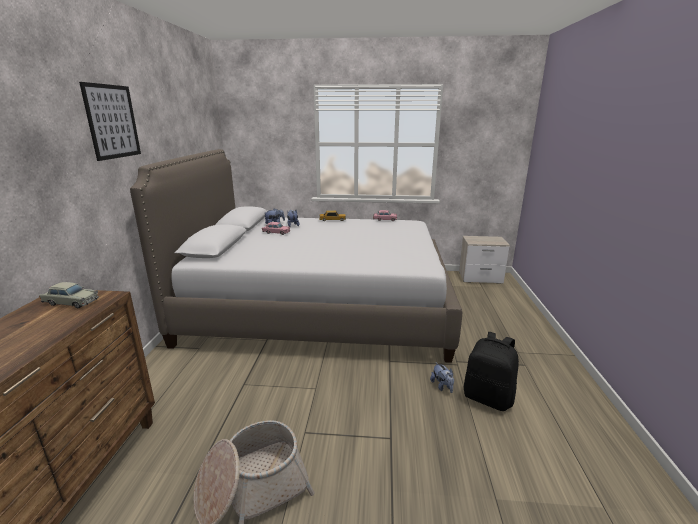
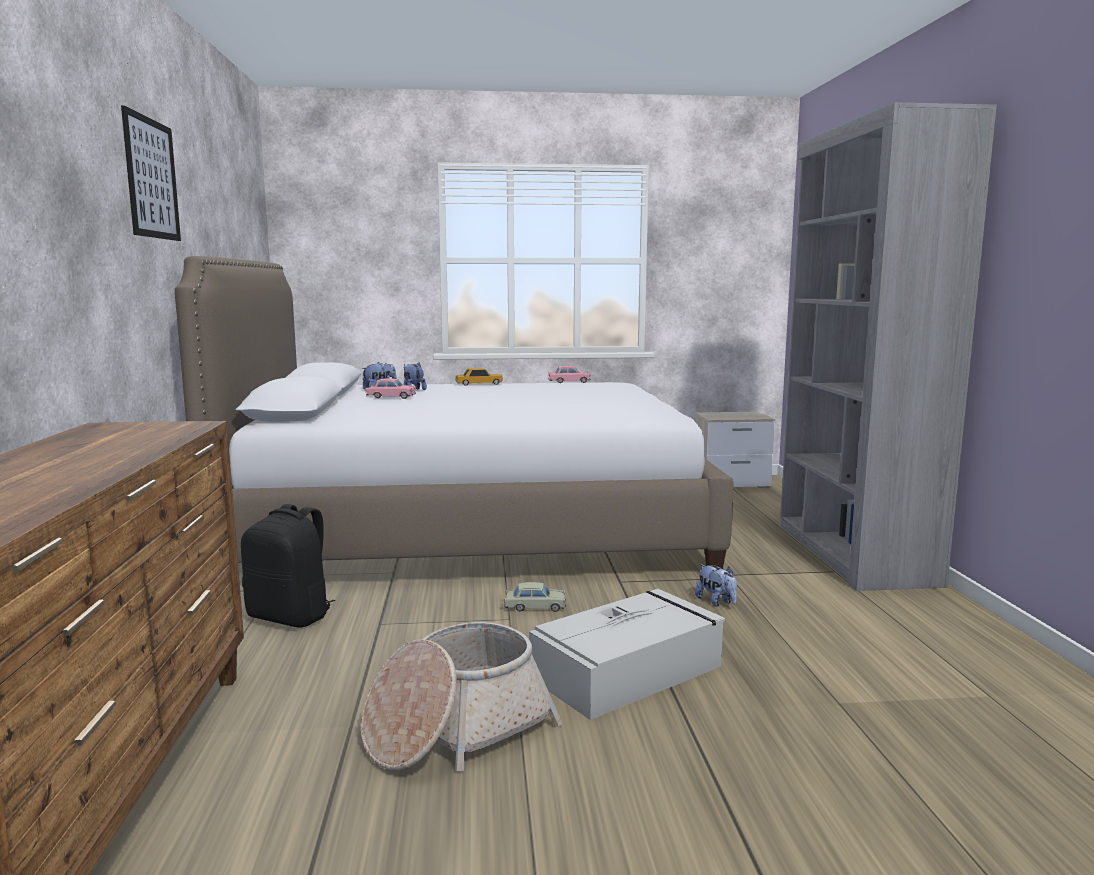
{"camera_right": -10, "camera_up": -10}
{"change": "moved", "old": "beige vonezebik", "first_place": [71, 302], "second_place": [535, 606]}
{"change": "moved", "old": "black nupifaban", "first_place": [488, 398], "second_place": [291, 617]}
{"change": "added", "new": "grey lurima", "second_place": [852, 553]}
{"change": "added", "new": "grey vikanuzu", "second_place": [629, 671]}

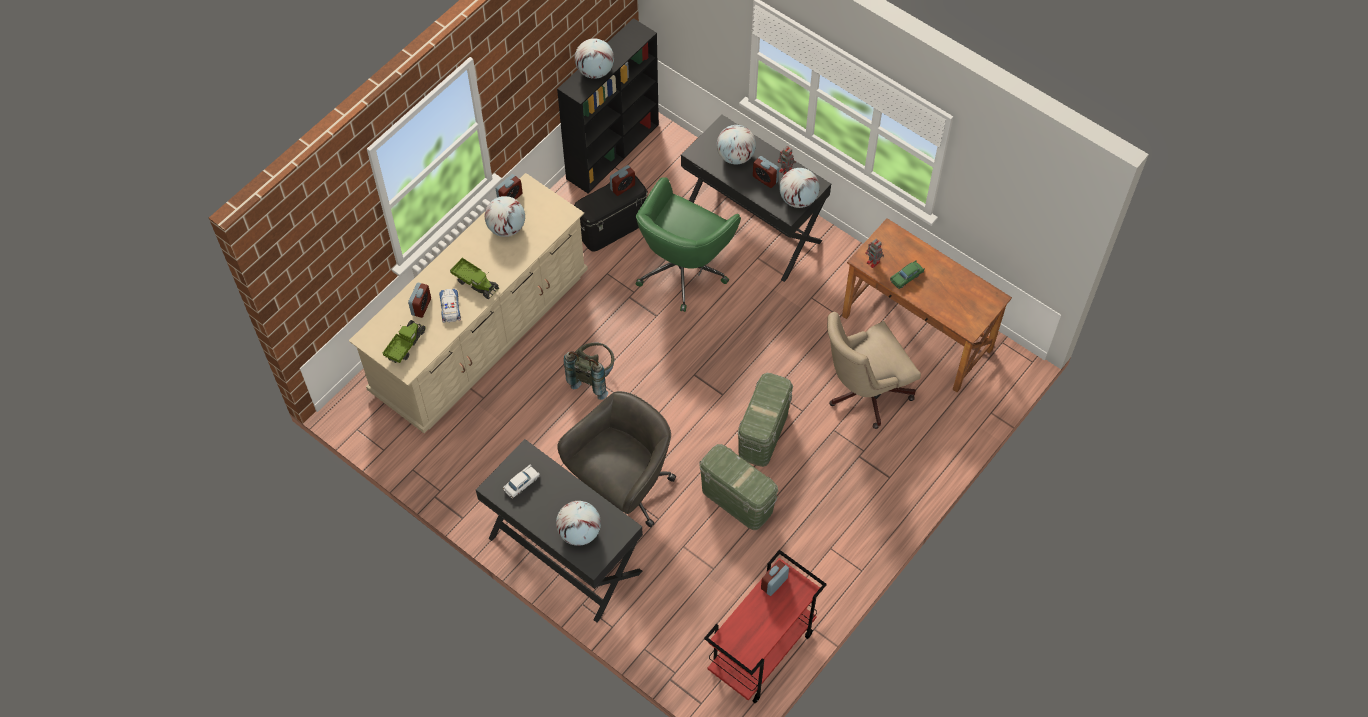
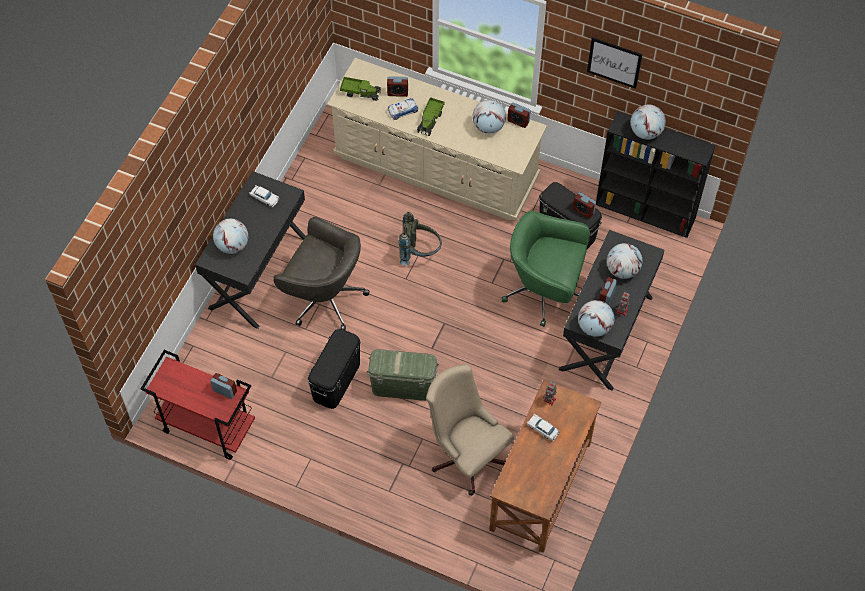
{"camera_right": 75, "camera_up": 0}
{"change": "recoloured", "old": "green vonezebik", "new": "white vonezebik", "first_place": [906, 277], "second_place": [542, 429]}
{"change": "recoloured", "old": "green vikanuzu", "new": "black vikanuzu", "first_place": [737, 500], "second_place": [336, 380]}
{"change": "added", "new": "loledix", "second_place": [614, 62]}

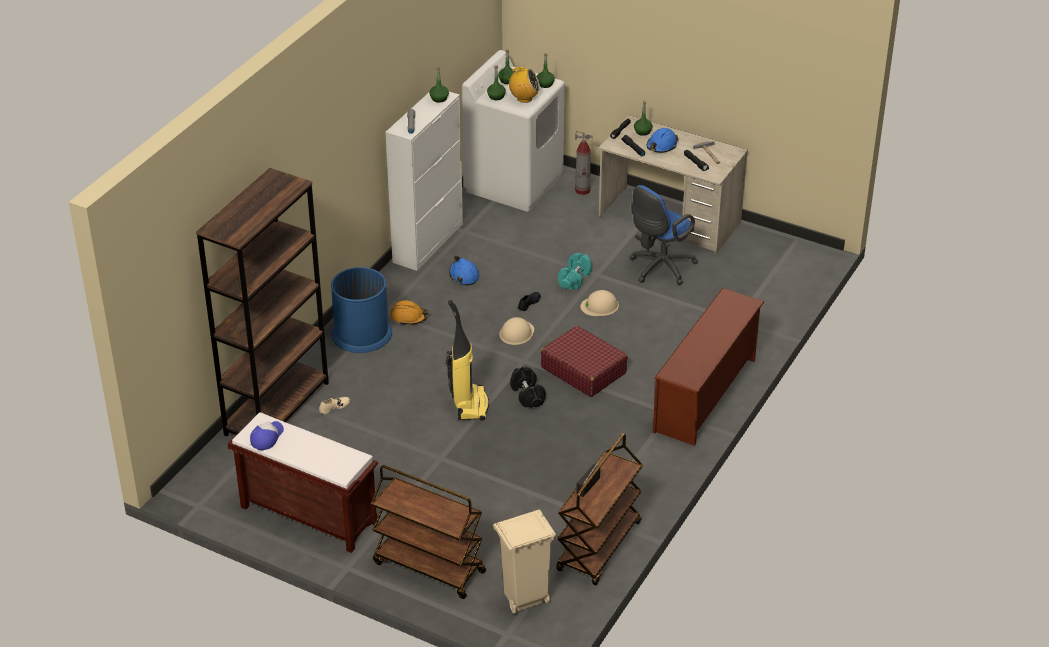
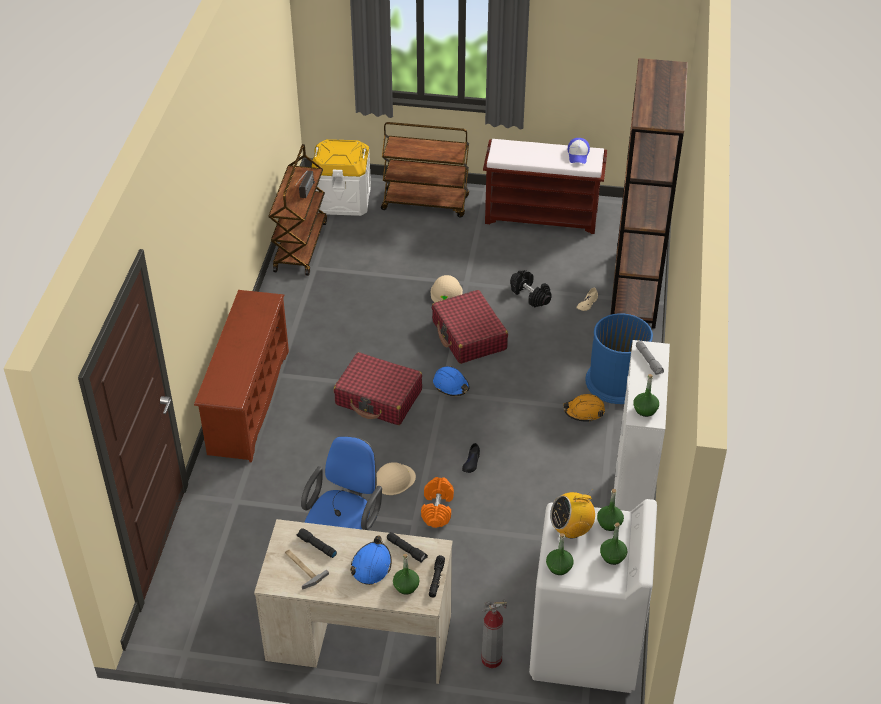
{"camera_right": 160, "camera_up": 5}
{"change": "recoloured", "old": "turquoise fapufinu", "new": "orange fapufinu", "first_place": [574, 279], "second_place": [437, 509]}
{"change": "moved", "old": "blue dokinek", "first_place": [464, 275], "second_place": [451, 385]}
{"change": "replaced", "old": "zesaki", "new": "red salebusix", "first_place": [469, 404], "second_place": [469, 336]}
{"change": "moved", "old": "beige dokinek", "first_place": [516, 333], "second_place": [446, 292]}
{"change": "moved", "old": "black fapufinu", "first_place": [527, 395], "second_place": [530, 295]}
{"change": "replaced", "old": "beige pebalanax", "new": "white vikanuzu", "first_place": [524, 599], "second_place": [342, 199]}

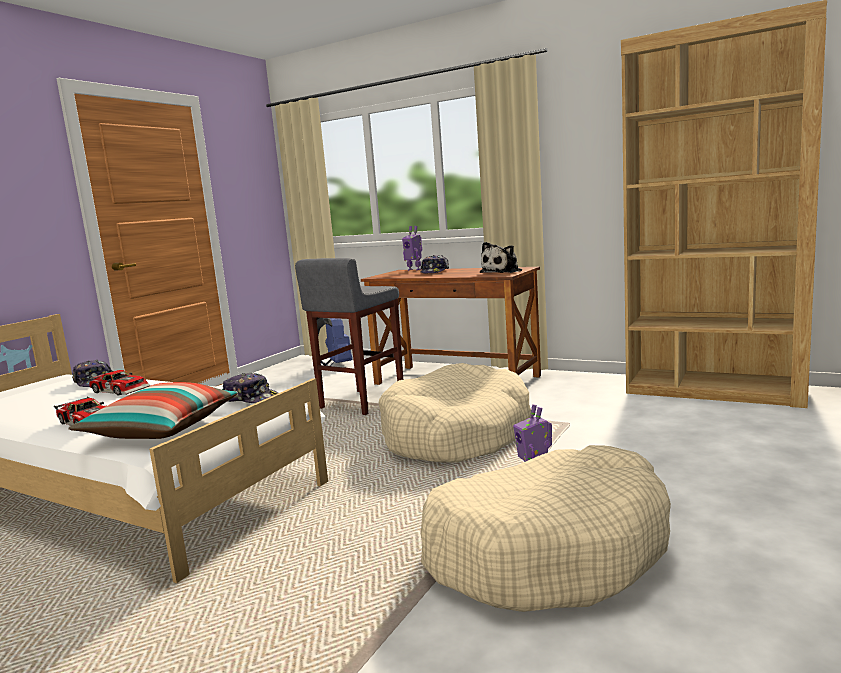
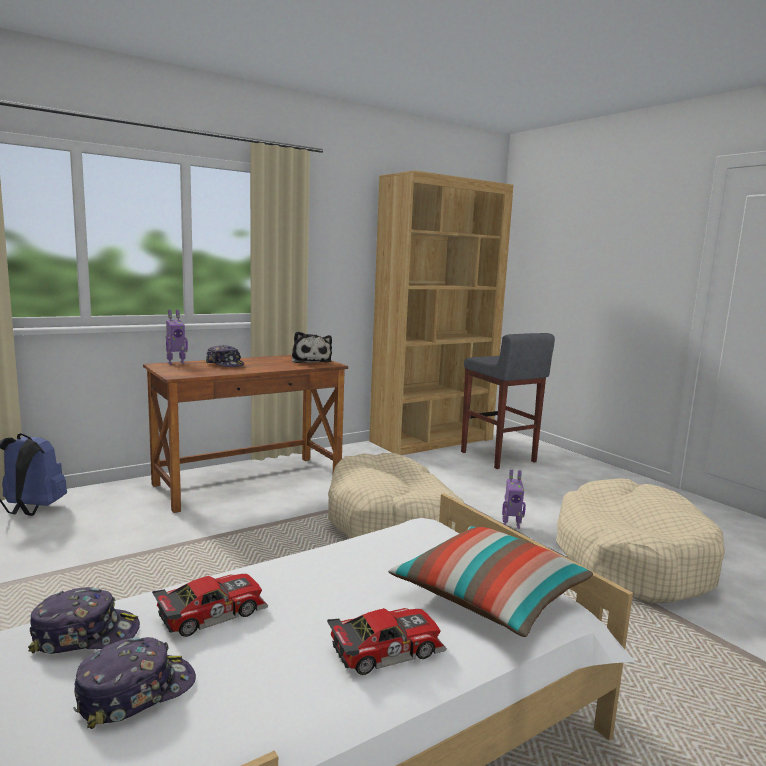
{"camera_right": -65, "camera_up": 0}
{"change": "moved", "old": "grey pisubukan", "first_place": [360, 402], "second_place": [498, 457]}
{"change": "moved", "old": "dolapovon", "first_place": [251, 399], "second_place": [136, 692]}

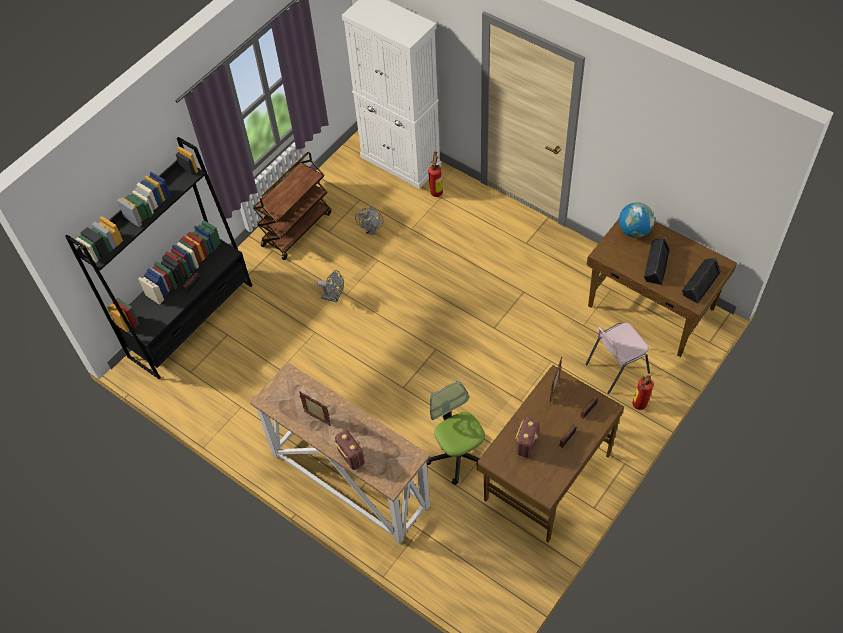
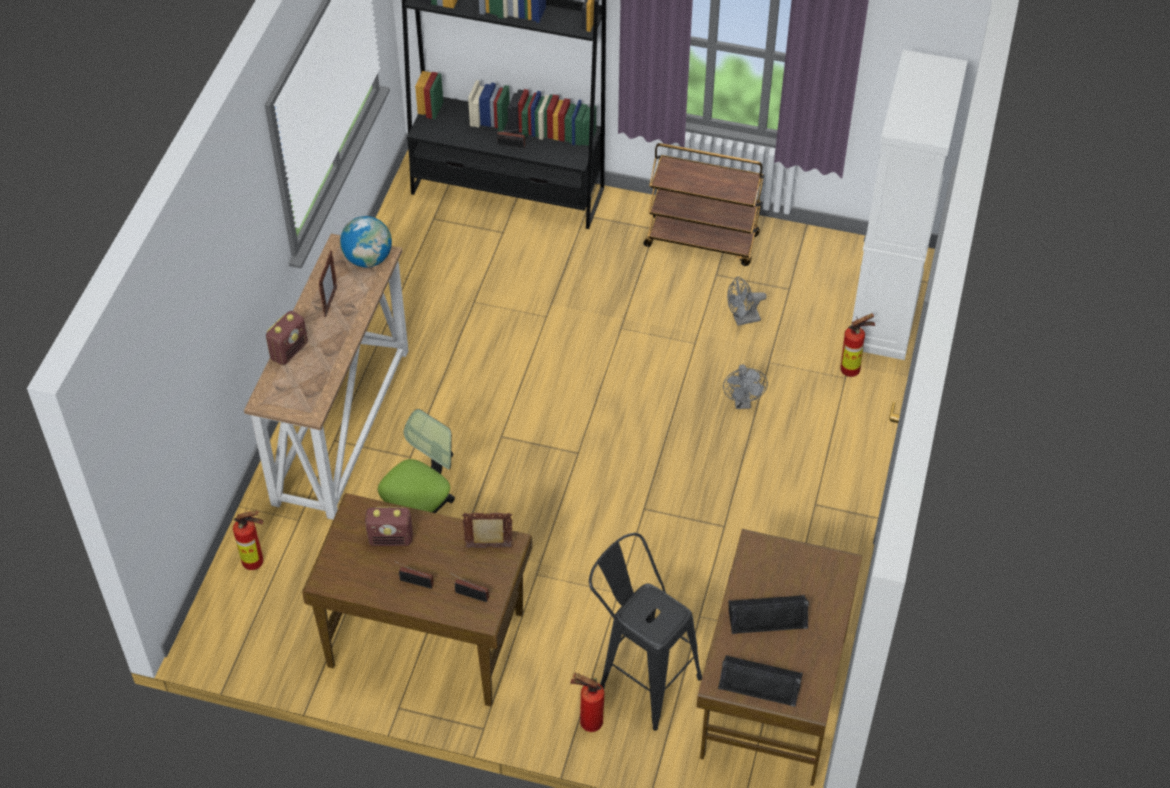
{"camera_right": 65, "camera_up": -5}
{"change": "moved", "old": "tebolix", "first_place": [634, 231], "second_place": [368, 259]}
{"change": "moved", "old": "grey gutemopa", "first_place": [334, 297], "second_place": [742, 403]}
{"change": "replaced", "old": "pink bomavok", "new": "black pisubukan", "first_place": [616, 368], "second_place": [641, 677]}
{"change": "added", "new": "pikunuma", "second_place": [256, 562]}

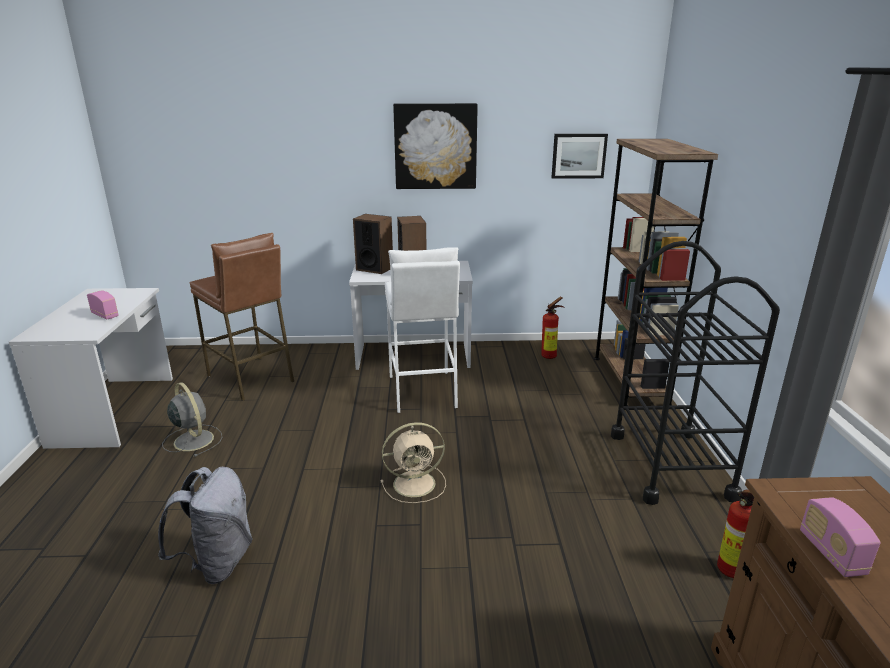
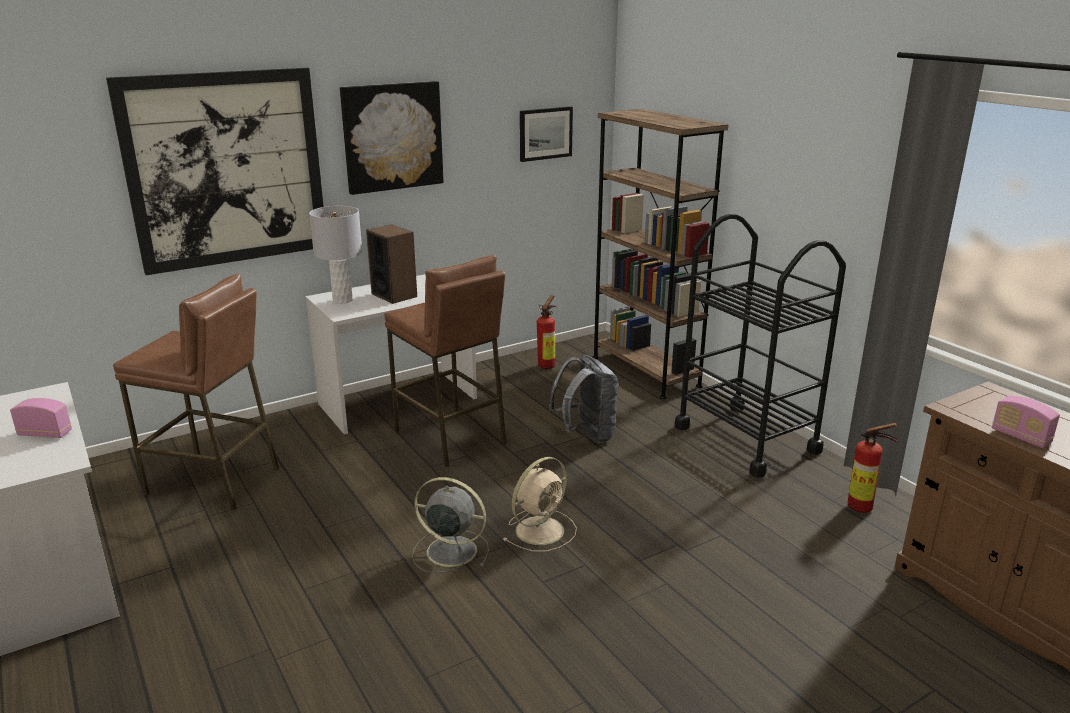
{"camera_right": -30, "camera_up": 0}
{"change": "replaced", "old": "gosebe", "new": "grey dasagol", "first_place": [374, 268], "second_place": [343, 300]}
{"change": "recoloured", "old": "white pisubukan", "new": "brown pisubukan", "first_place": [422, 391], "second_place": [450, 437]}
{"change": "moved", "old": "grey gutemopa", "first_place": [193, 439], "second_place": [449, 551]}
{"change": "moved", "old": "grey nupifaban", "first_place": [217, 563], "second_place": [586, 435]}
{"change": "added", "new": "loledix", "second_place": [226, 169]}

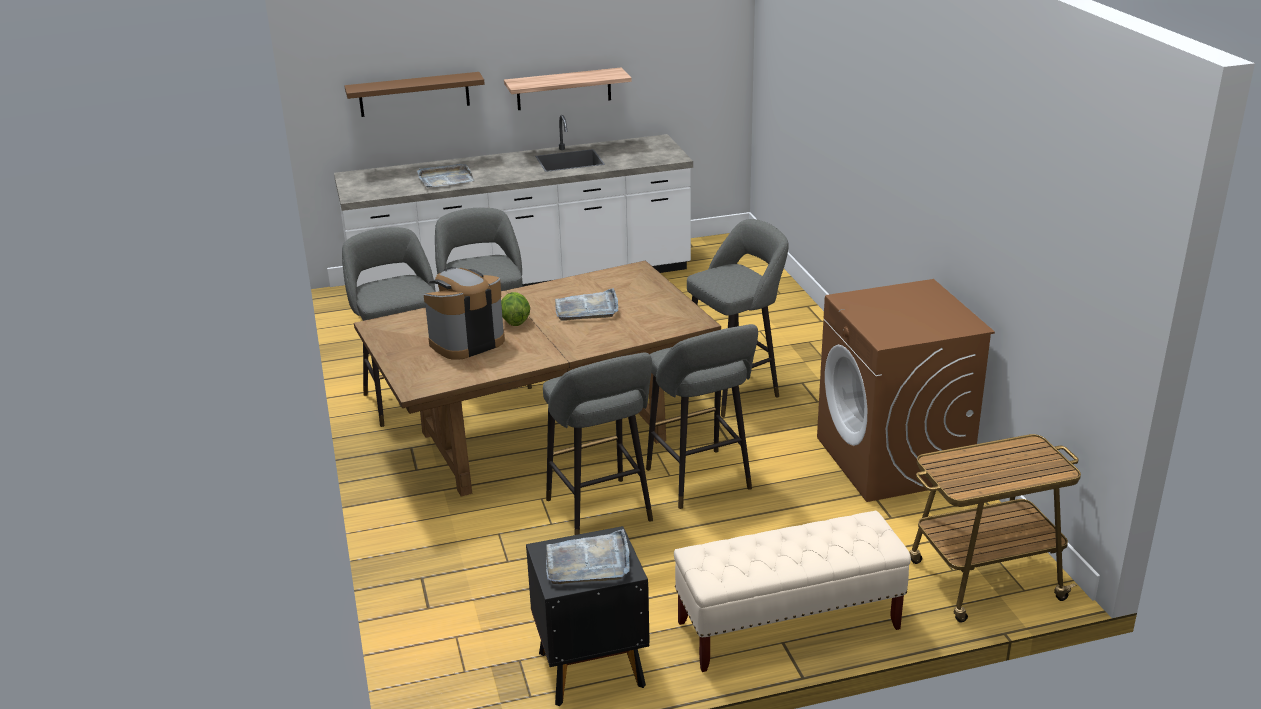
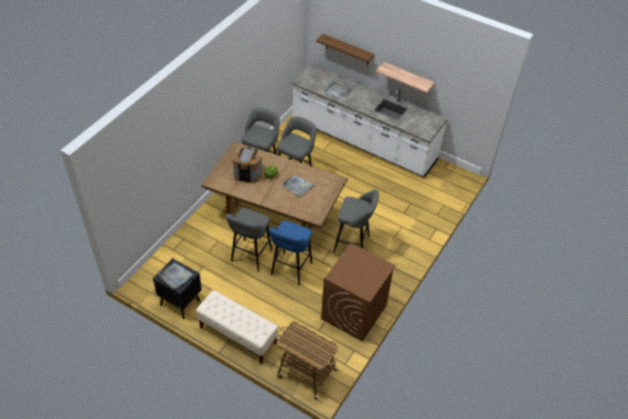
{"camera_right": 45, "camera_up": 20}
{"change": "recoloured", "old": "grey pisubukan", "new": "blue pisubukan", "first_place": [701, 482], "second_place": [290, 270]}

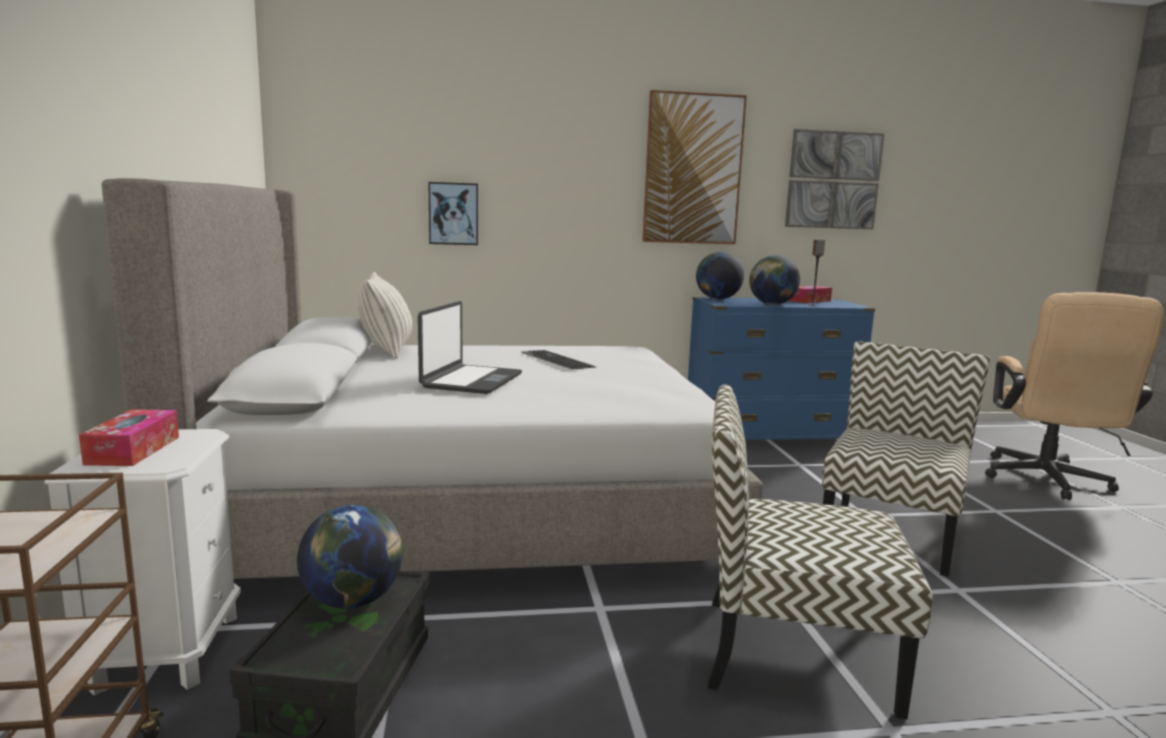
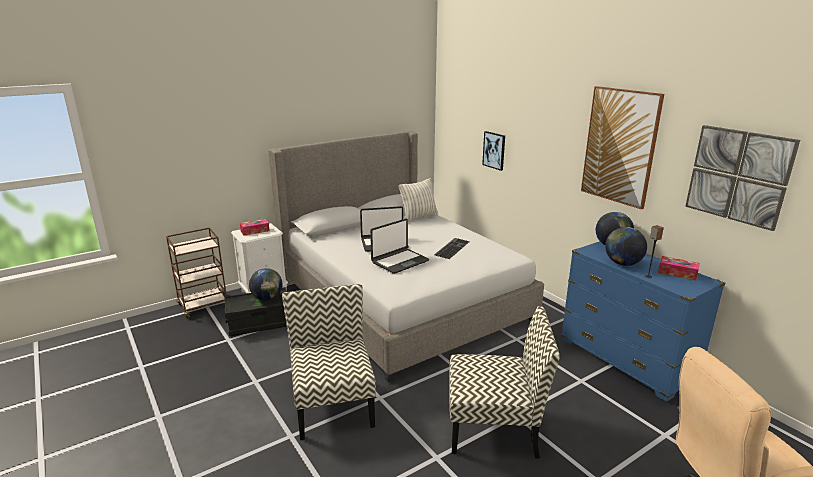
{"camera_right": 65, "camera_up": 10}
{"change": "added", "new": "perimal", "second_place": [399, 261]}

